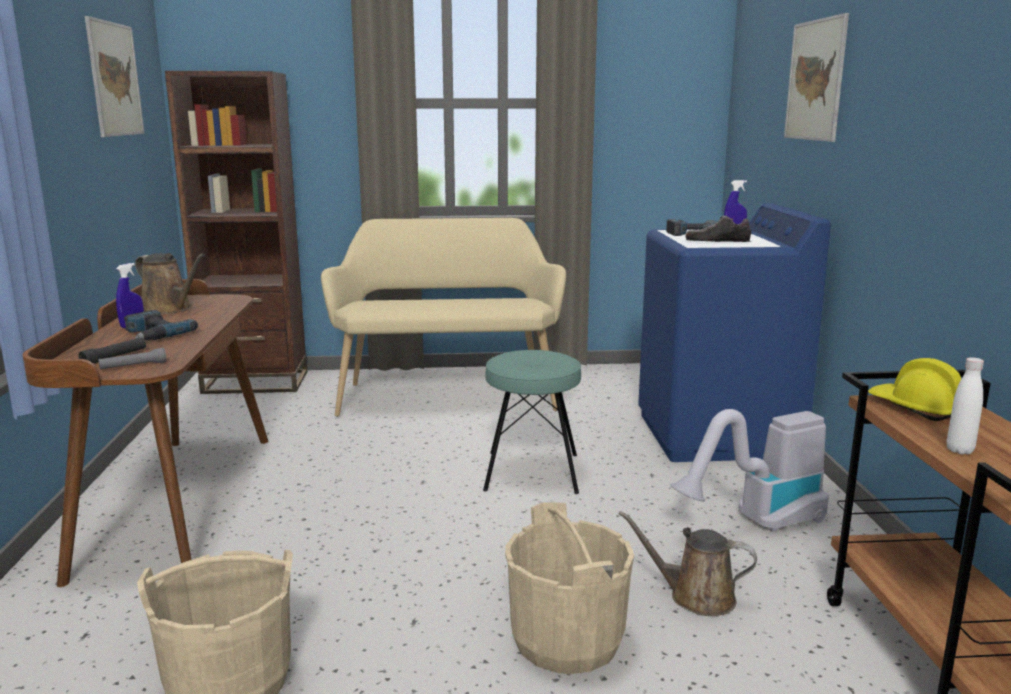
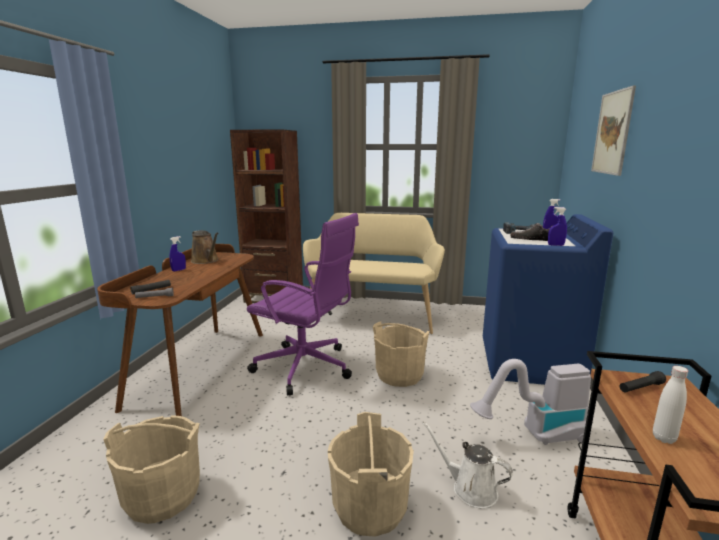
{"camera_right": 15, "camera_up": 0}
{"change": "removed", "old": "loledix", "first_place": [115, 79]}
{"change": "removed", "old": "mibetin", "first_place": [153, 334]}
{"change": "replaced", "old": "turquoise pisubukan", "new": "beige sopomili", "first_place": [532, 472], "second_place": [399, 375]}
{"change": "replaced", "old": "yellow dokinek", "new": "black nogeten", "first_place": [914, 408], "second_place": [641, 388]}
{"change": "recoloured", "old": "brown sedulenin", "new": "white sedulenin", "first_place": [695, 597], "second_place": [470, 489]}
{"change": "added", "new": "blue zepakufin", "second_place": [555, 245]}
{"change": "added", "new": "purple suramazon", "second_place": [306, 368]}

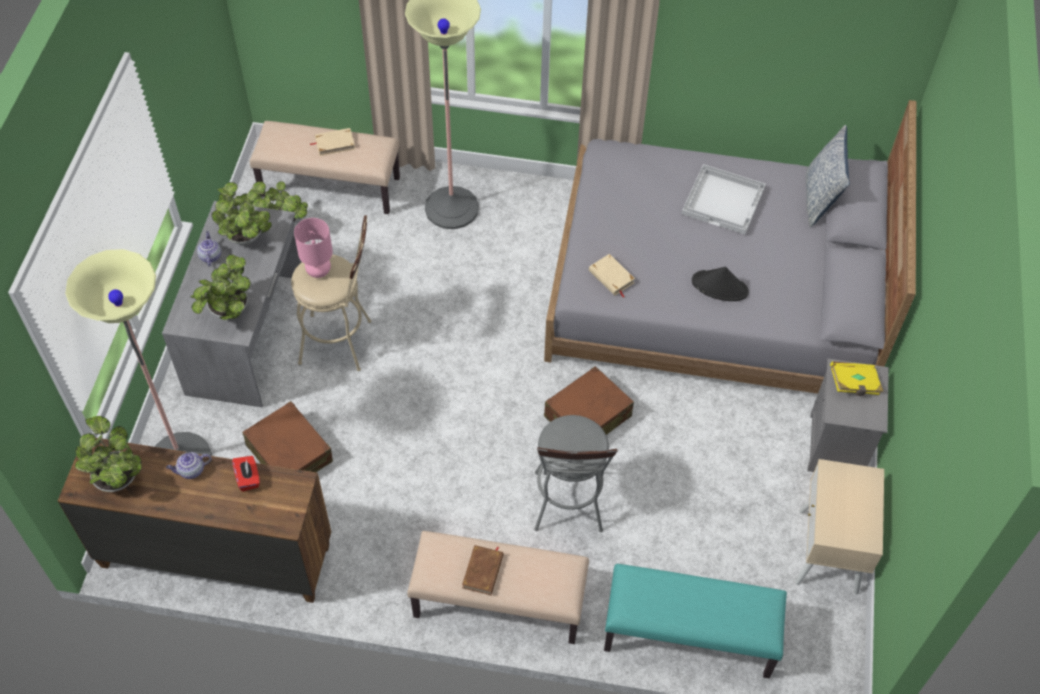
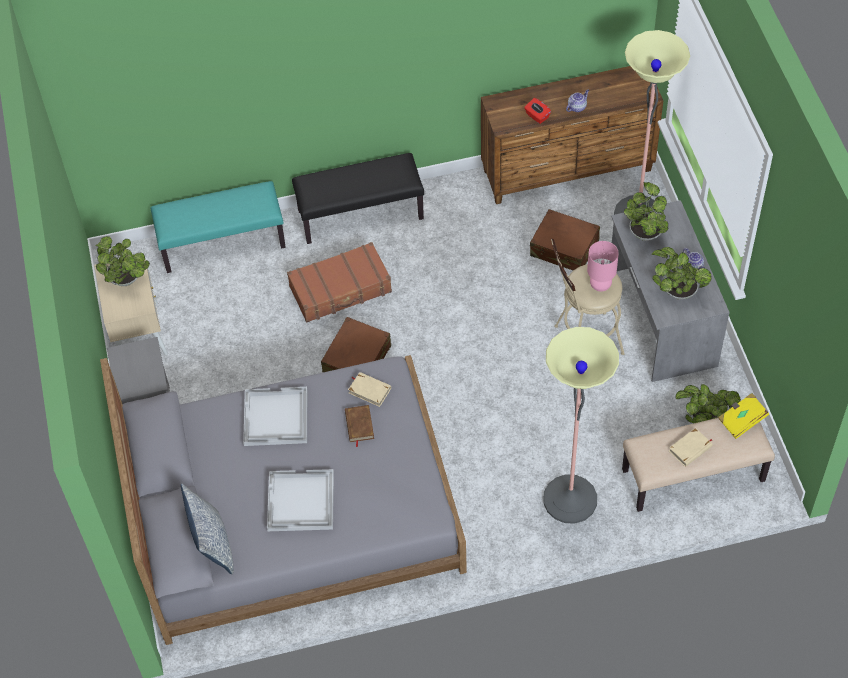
{"camera_right": 160, "camera_up": 0}
{"change": "replaced", "old": "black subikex", "new": "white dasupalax", "first_place": [720, 286], "second_place": [275, 418]}
{"change": "moved", "old": "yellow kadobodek", "first_place": [854, 385], "second_place": [741, 420]}
{"change": "replaced", "old": "grey pisubukan", "new": "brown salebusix", "first_place": [568, 508], "second_place": [341, 290]}
{"change": "moved", "old": "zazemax", "first_place": [116, 477], "second_place": [127, 280]}
{"change": "recoloured", "old": "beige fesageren", "new": "black fesageren", "first_place": [498, 603], "second_place": [361, 214]}
{"change": "moved", "old": "brown kadobodek", "first_place": [483, 571], "second_place": [359, 425]}

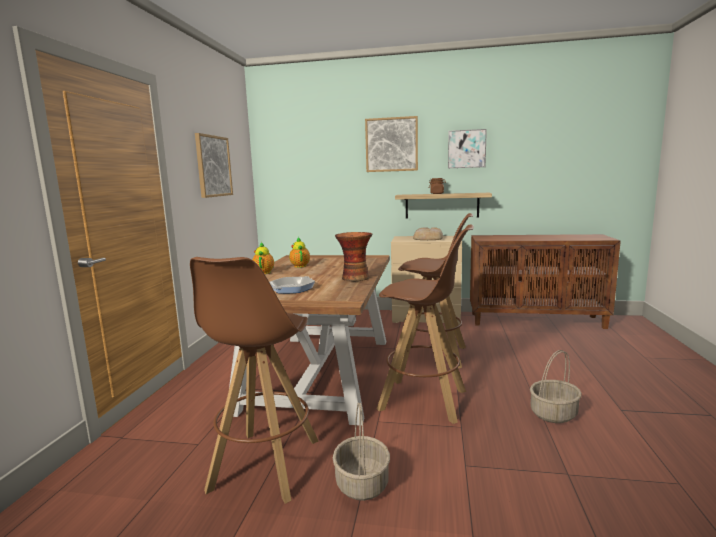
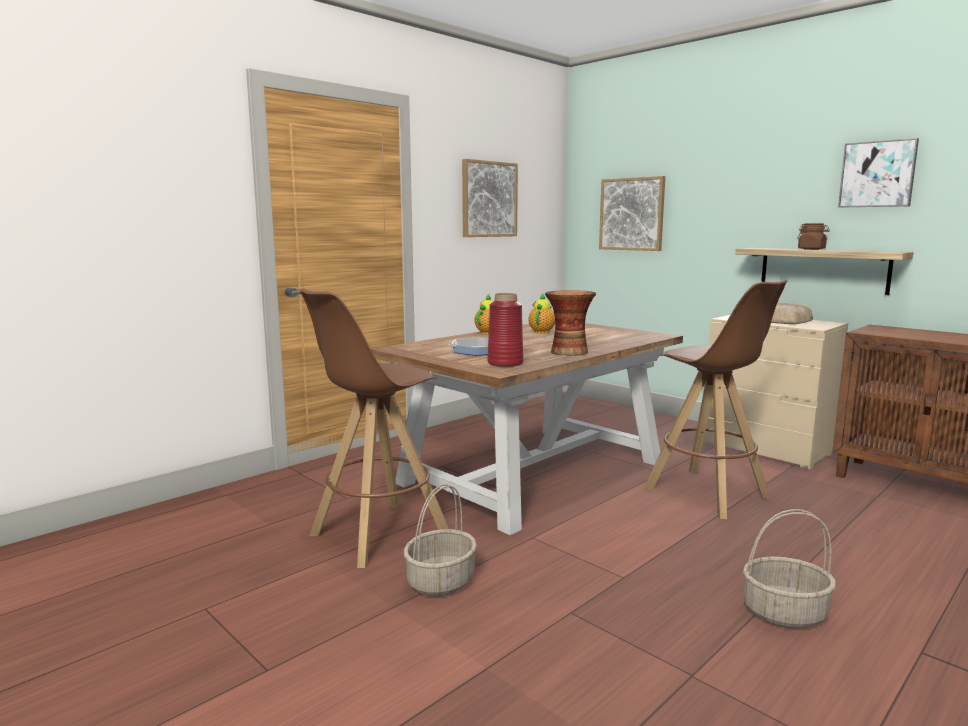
{"camera_right": 35, "camera_up": 0}
{"change": "moved", "old": "loledix", "first_place": [391, 144], "second_place": [632, 214]}
{"change": "removed", "old": "brown pisubukan", "first_place": [424, 400]}
{"change": "added", "new": "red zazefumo", "second_place": [505, 363]}

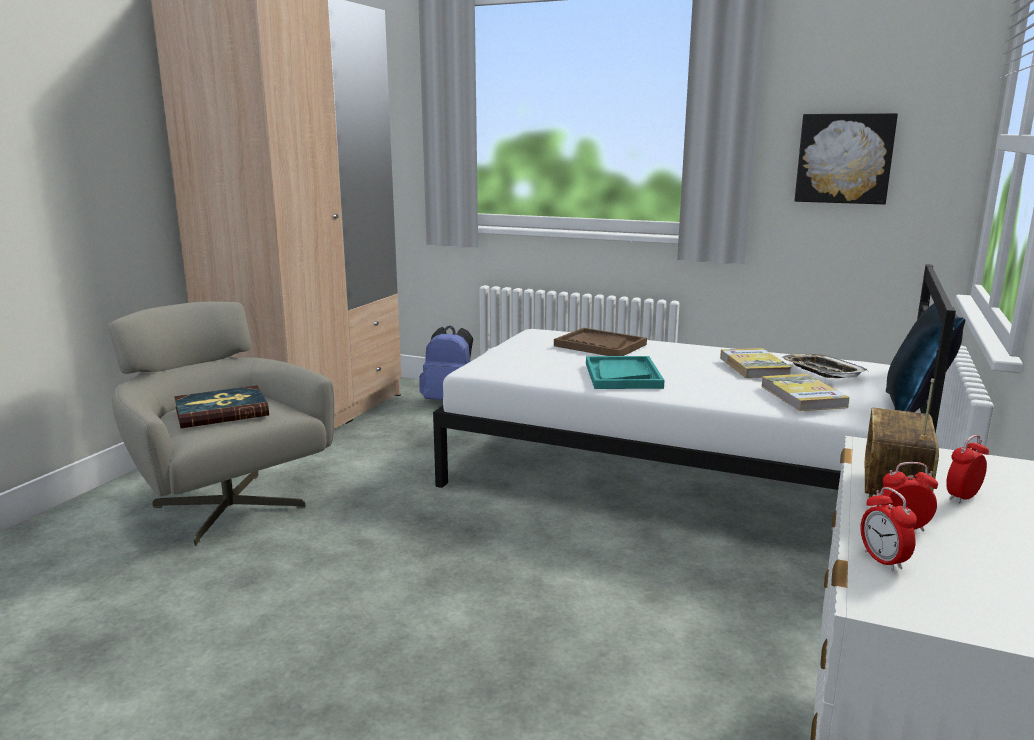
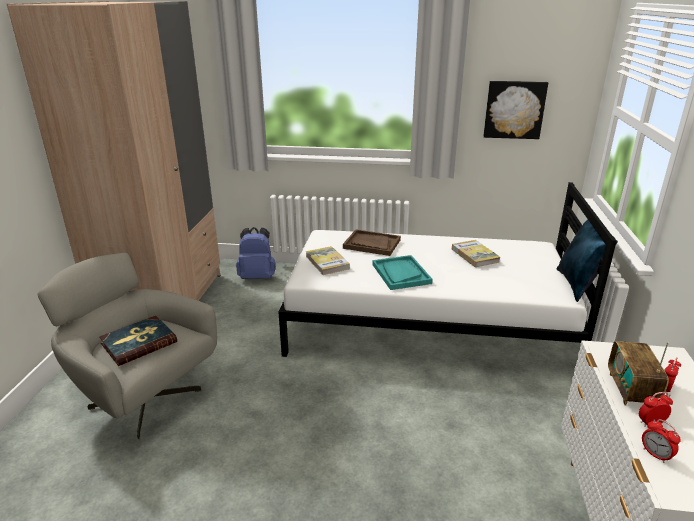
{"camera_right": -15, "camera_up": 10}
{"change": "removed", "old": "dasupalax", "first_place": [821, 371]}
{"change": "moved", "old": "kadobodek", "first_place": [802, 396], "second_place": [327, 262]}

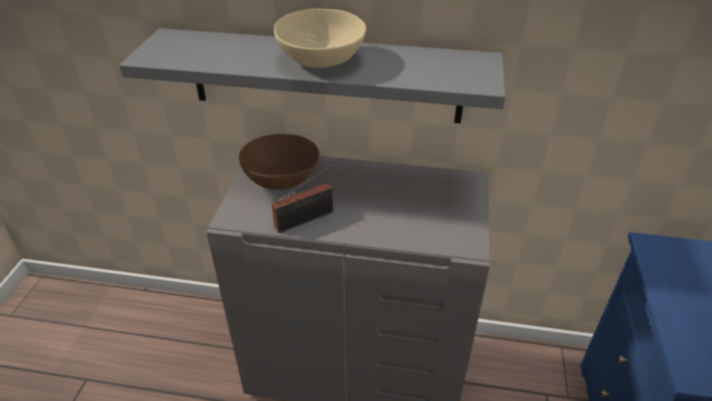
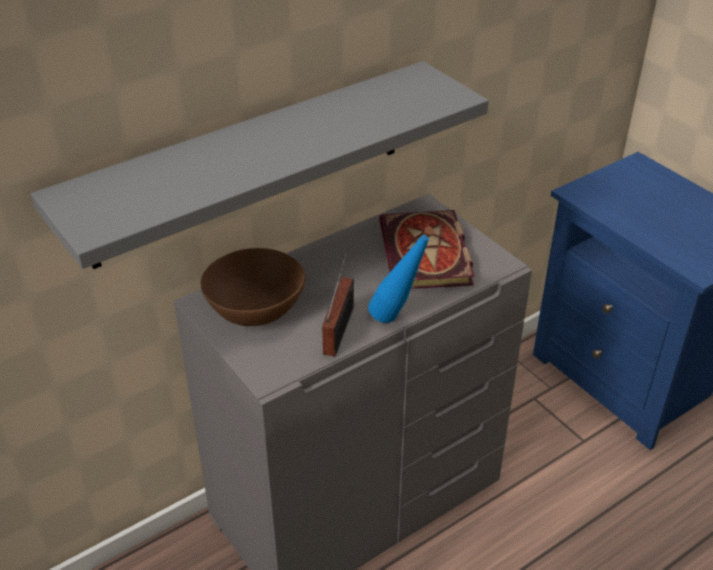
{"camera_right": -45, "camera_up": 0}
{"change": "removed", "old": "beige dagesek", "first_place": [322, 59]}
{"change": "added", "new": "kadobodek", "second_place": [428, 255]}
{"change": "added", "new": "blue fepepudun", "second_place": [398, 321]}

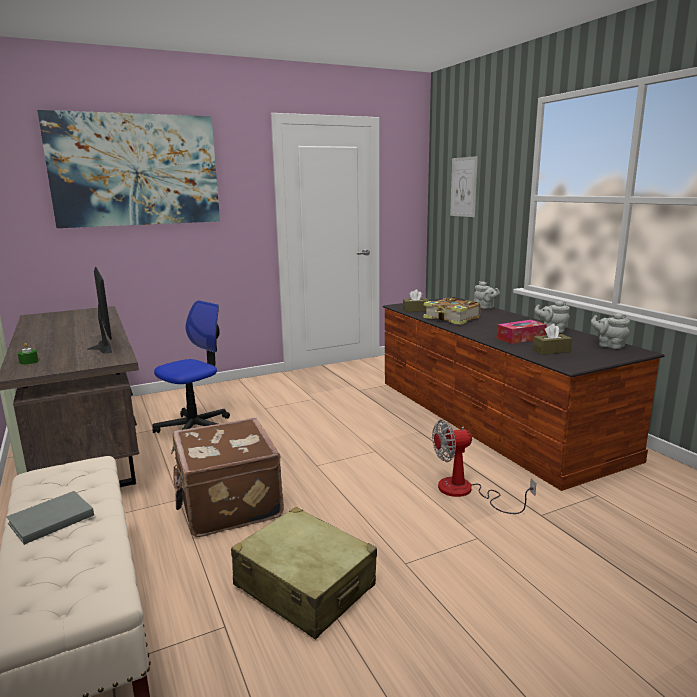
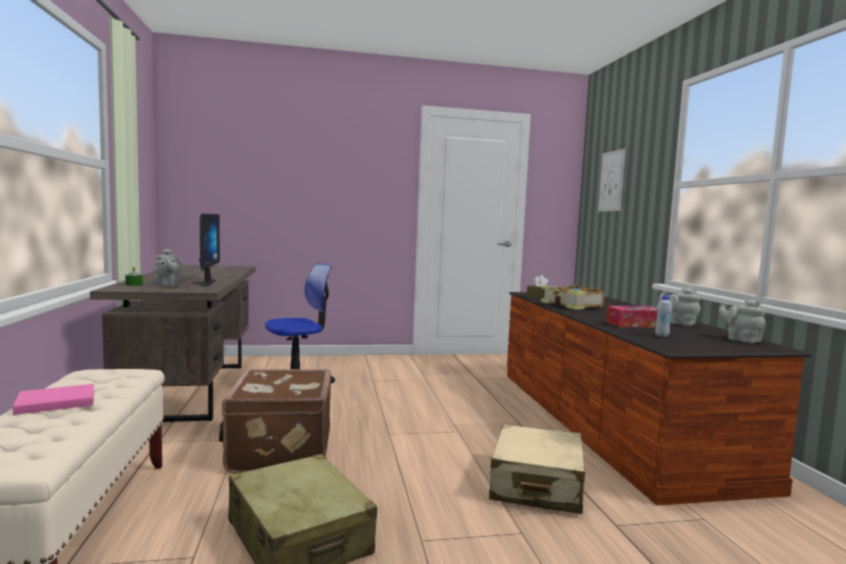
{"camera_right": 15, "camera_up": -10}
{"change": "removed", "old": "loledix", "first_place": [136, 170]}
{"change": "moved", "old": "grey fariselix", "first_place": [484, 307], "second_place": [167, 285]}
{"change": "replaced", "old": "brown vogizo", "new": "white fepepudun", "first_place": [551, 351], "second_place": [661, 336]}
{"change": "replaced", "old": "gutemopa", "new": "beige salebusix", "first_place": [466, 492], "second_place": [536, 485]}
{"change": "recoloured", "old": "grey kadobodek", "new": "pink kadobodek", "first_place": [49, 520], "second_place": [54, 402]}

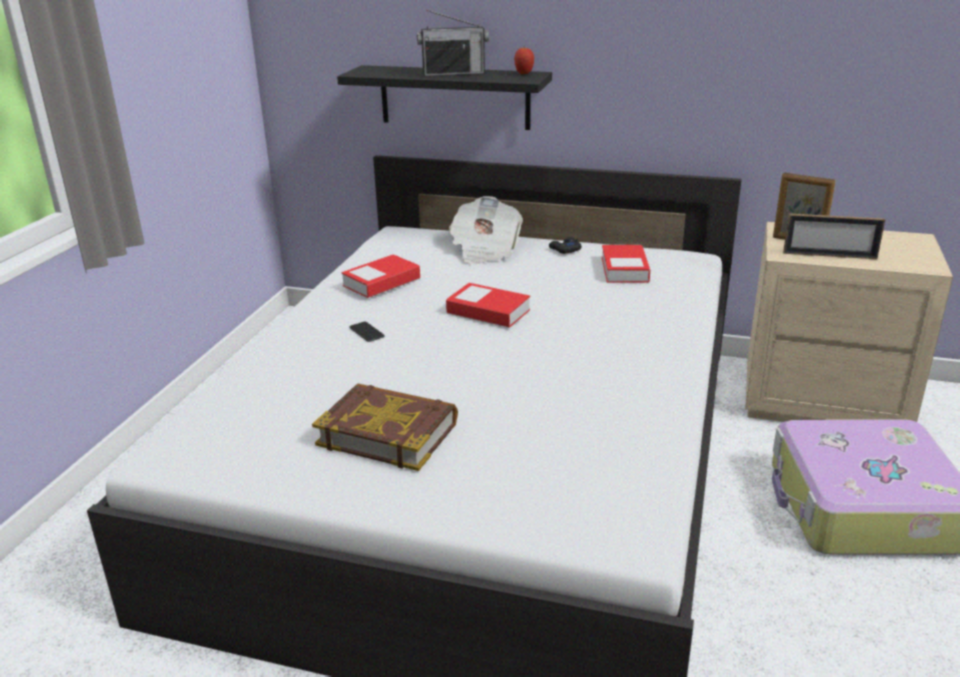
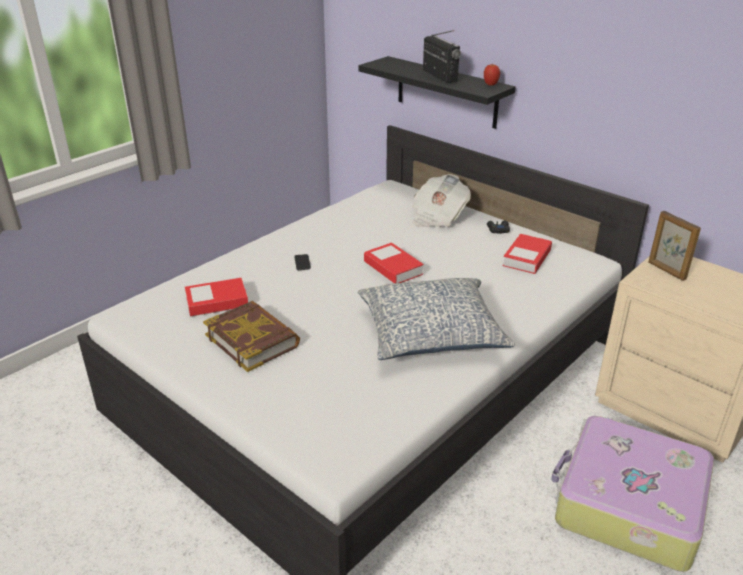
{"camera_right": 25, "camera_up": 5}
{"change": "turned", "old": "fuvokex", "first_place": [453, 73], "second_place": [439, 76], "degrees": -135}
{"change": "removed", "old": "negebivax", "first_place": [829, 255]}
{"change": "moved", "old": "kadobodek", "first_place": [381, 282], "second_place": [217, 302]}
{"change": "added", "new": "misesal", "second_place": [431, 334]}

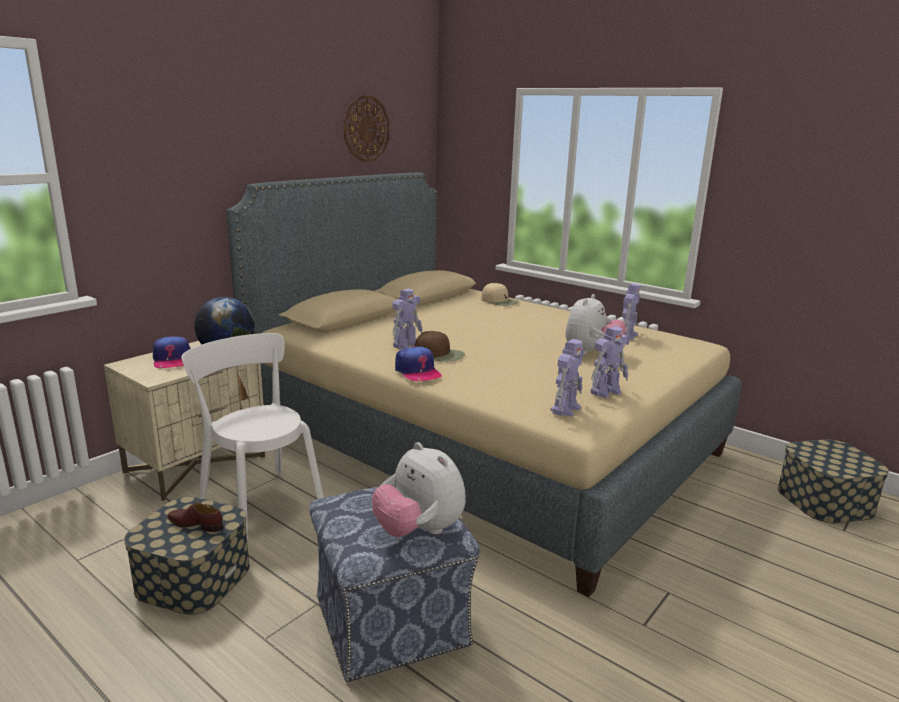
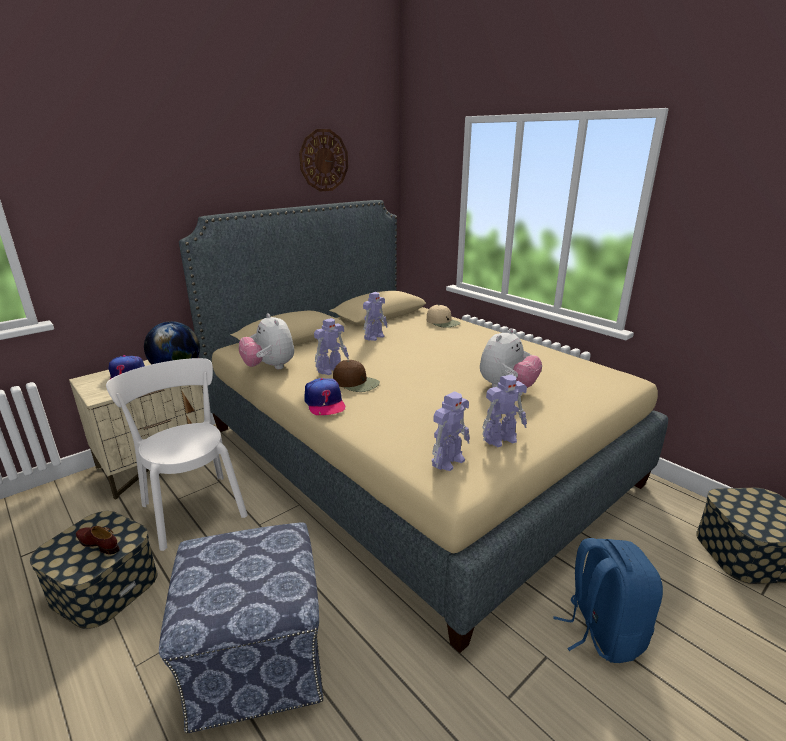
{"camera_right": 10, "camera_up": 5}
{"change": "moved", "old": "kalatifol", "first_place": [627, 336], "second_place": [374, 337]}
{"change": "moved", "old": "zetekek", "first_place": [419, 531], "second_place": [270, 367]}
{"change": "added", "new": "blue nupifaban", "second_place": [601, 631]}

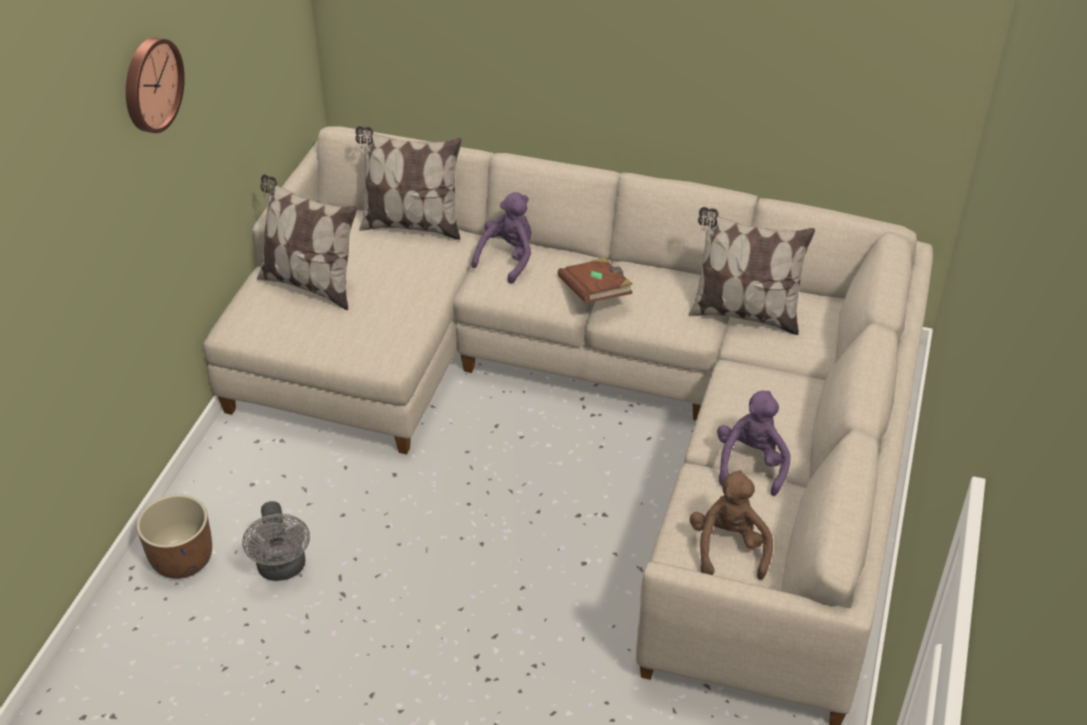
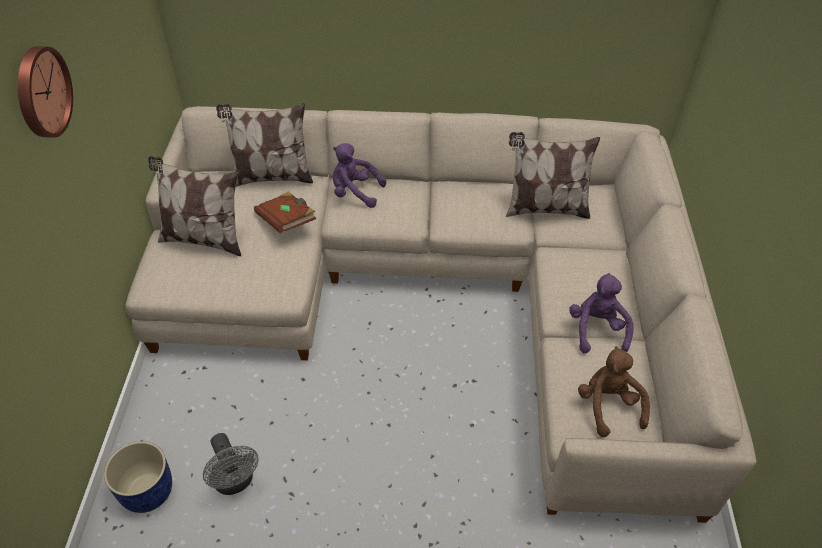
{"camera_right": -15, "camera_up": 5}
{"change": "turned", "old": "purple zetekek", "first_place": [508, 259], "second_place": [354, 192], "degrees": -90}
{"change": "moved", "old": "brown kadobodek", "first_place": [596, 293], "second_place": [287, 221]}
{"change": "recoloured", "old": "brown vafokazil", "new": "blue vafokazil", "first_place": [181, 560], "second_place": [147, 492]}

